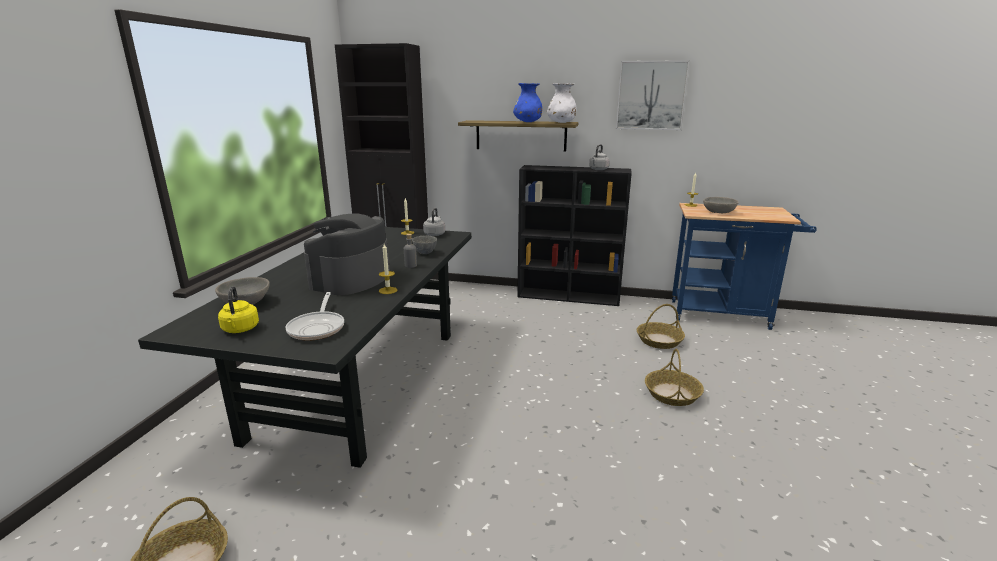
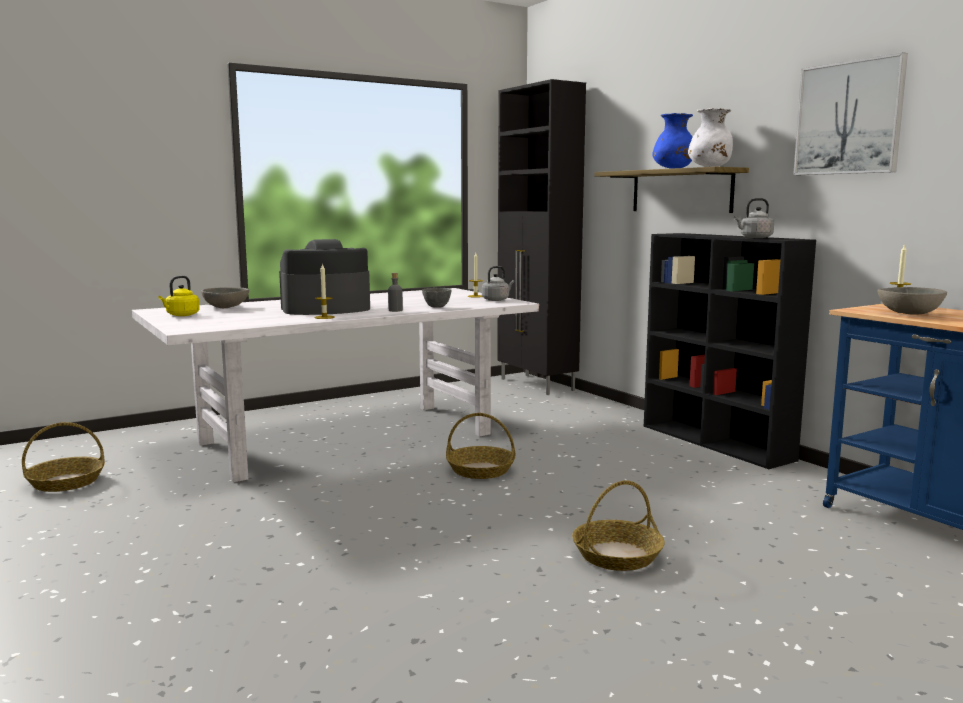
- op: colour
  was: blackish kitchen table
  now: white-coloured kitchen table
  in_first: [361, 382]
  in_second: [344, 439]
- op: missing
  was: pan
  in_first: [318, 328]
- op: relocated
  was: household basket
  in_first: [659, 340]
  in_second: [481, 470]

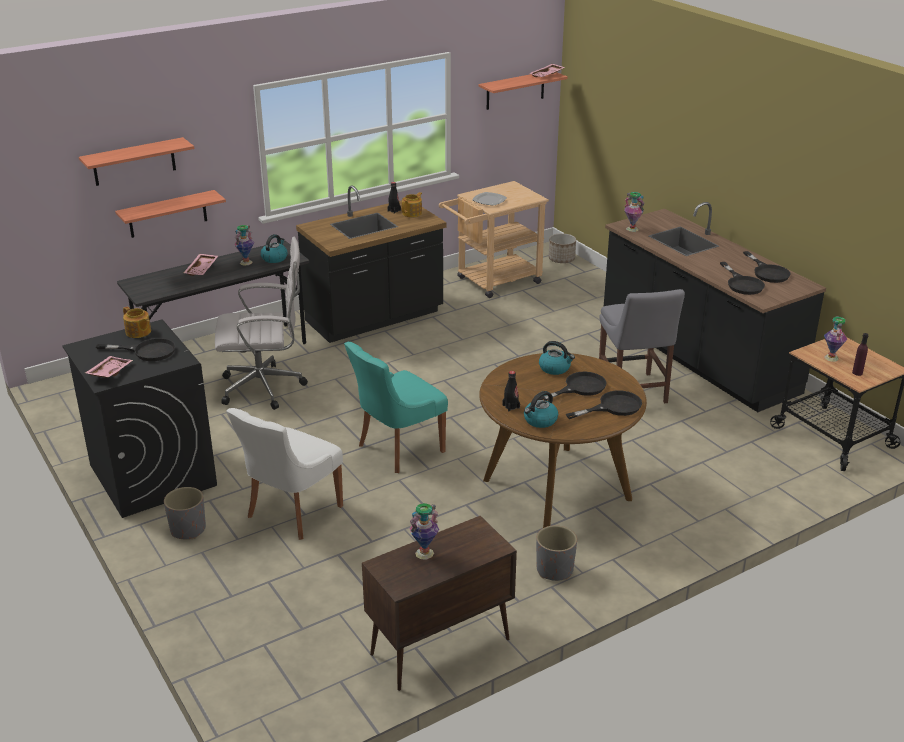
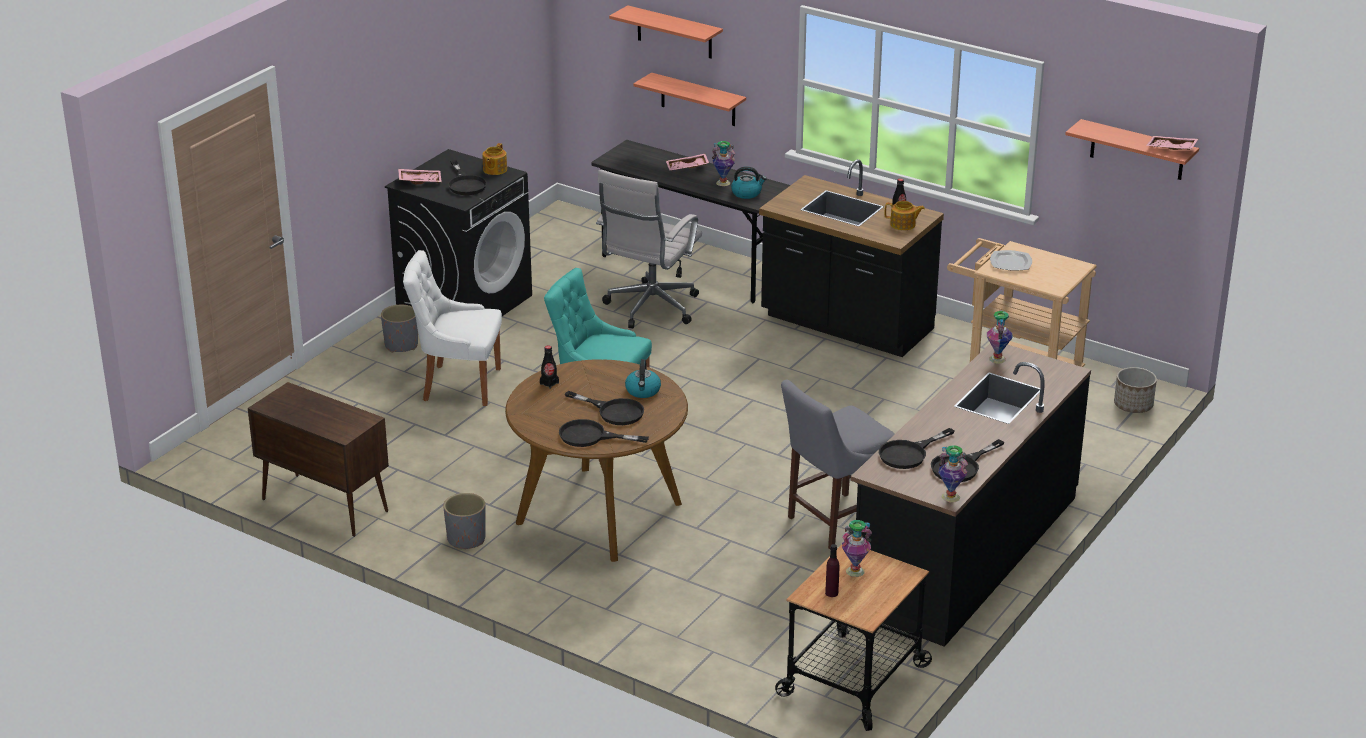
- op: spun
  was: white-coloured desk chair
  in_first: [266, 387]
  in_second: [650, 309]
  clockwise: 60
- op: relocated
  was: vase
  in_first: [424, 553]
  in_second: [950, 497]
- op: missing
  was: water kettle
  in_first: [540, 420]
- op: spun
  was: blackish pan
  in_first: [613, 407]
  in_second: [591, 436]
  clockwise: 150

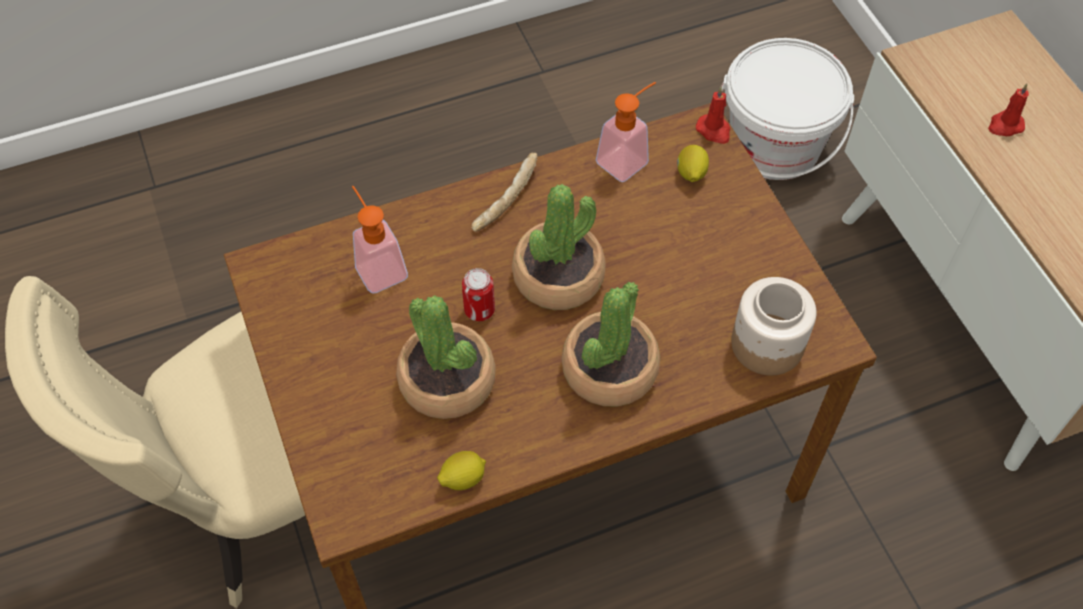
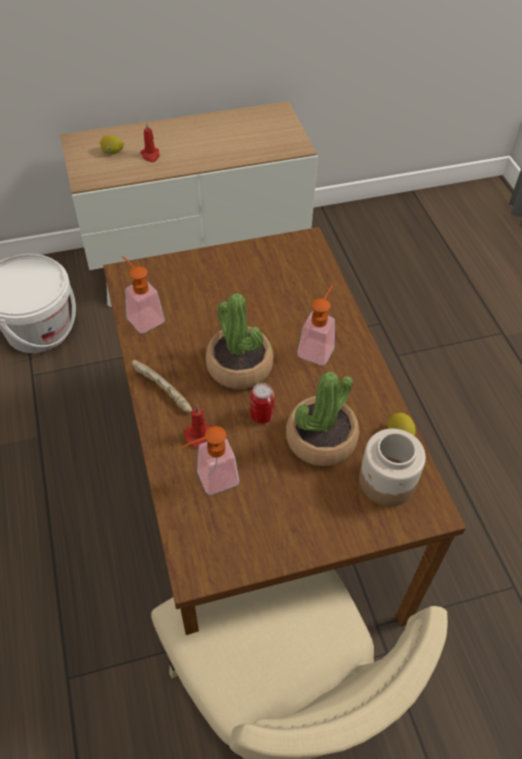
- op: exchanged
  was: plant in a pot
  now: soap bottle
  in_first: [609, 369]
  in_second: [318, 347]
- op: relocated
  was: citrus fruit
  in_first: [691, 174]
  in_second: [112, 152]
- op: relocated
  was: red-coloured candle
  in_first: [714, 130]
  in_second: [200, 434]
- op: relocated
  was: preserve jar
  in_first: [766, 344]
  in_second: [386, 482]

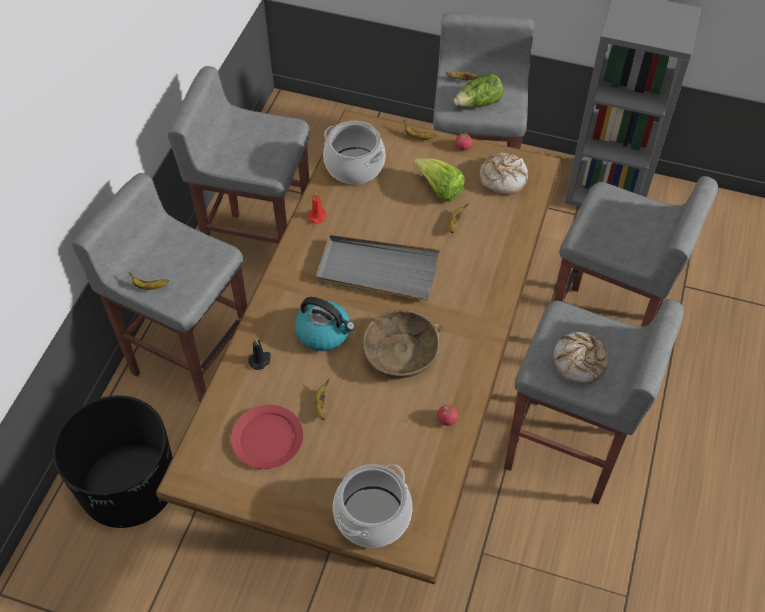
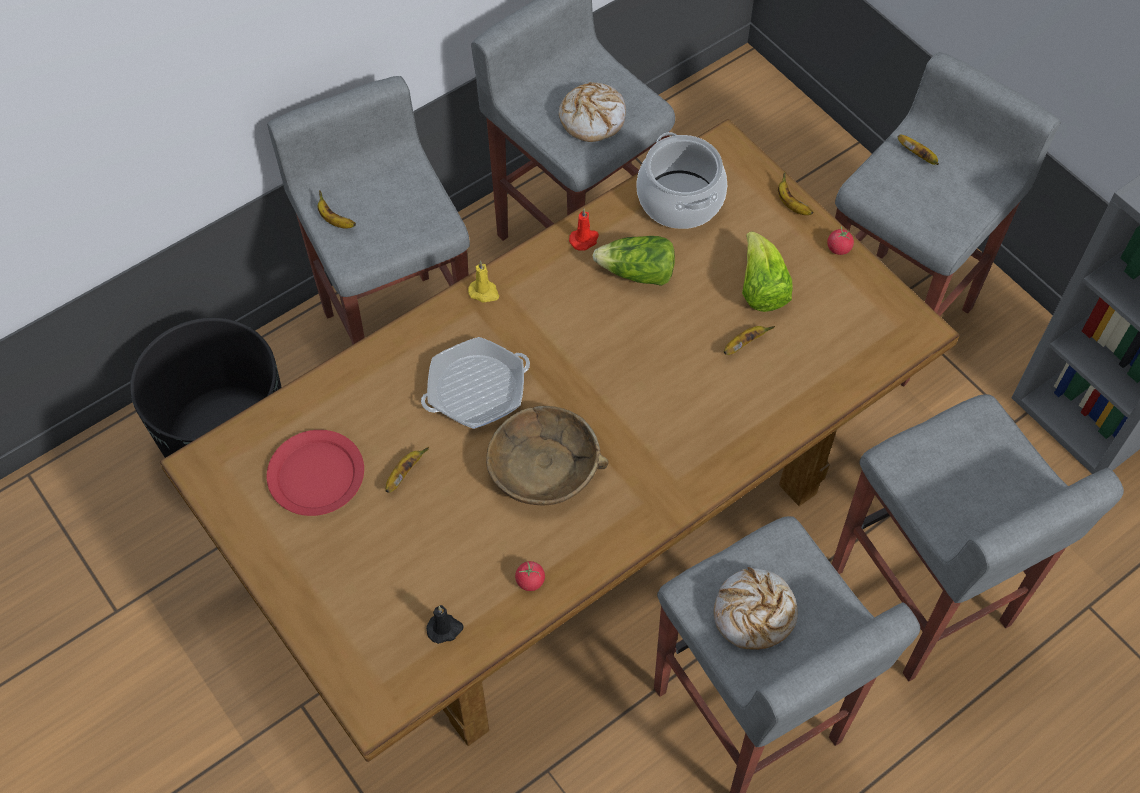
- op: relocated
  was: blackish candle
  in_first: [260, 360]
  in_second: [445, 629]
- op: exchanged
  was: water kettle
  now: pan
  in_first: [324, 333]
  in_second: [476, 389]
- op: missing
  was: grey serving tray
  in_first: [377, 270]
- op: missing
  was: saucepot
  in_first: [373, 516]
- op: relocated
  was: lettuce head
  in_first: [479, 104]
  in_second: [637, 273]
- op: relocated
  was: baked bread
  in_first: [502, 178]
  in_second: [592, 118]
- op: appeared
  now: yellow candle
  in_second: [484, 292]

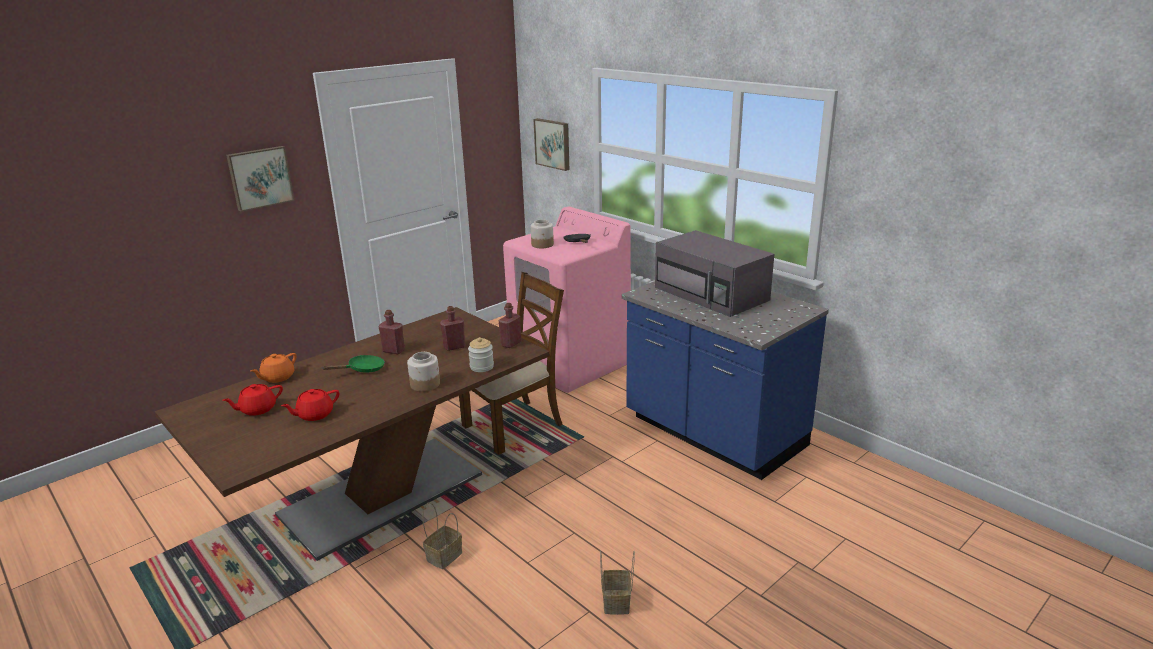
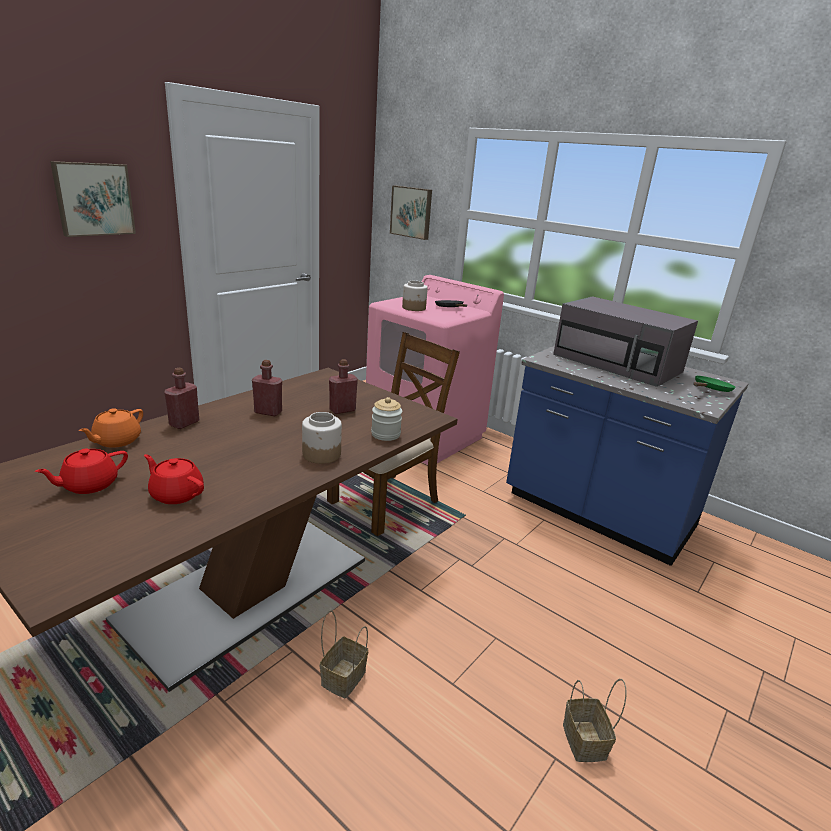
- op: spun
  was: red-coloured tea pot
  in_first: [314, 415]
  in_second: [176, 494]
  clockwise: 75
- op: relocated
  was: greenish pan
  in_first: [363, 369]
  in_second: [710, 389]
- op: relocated
  was: red-coloured bottle
  in_first: [511, 343]
  in_second: [184, 423]

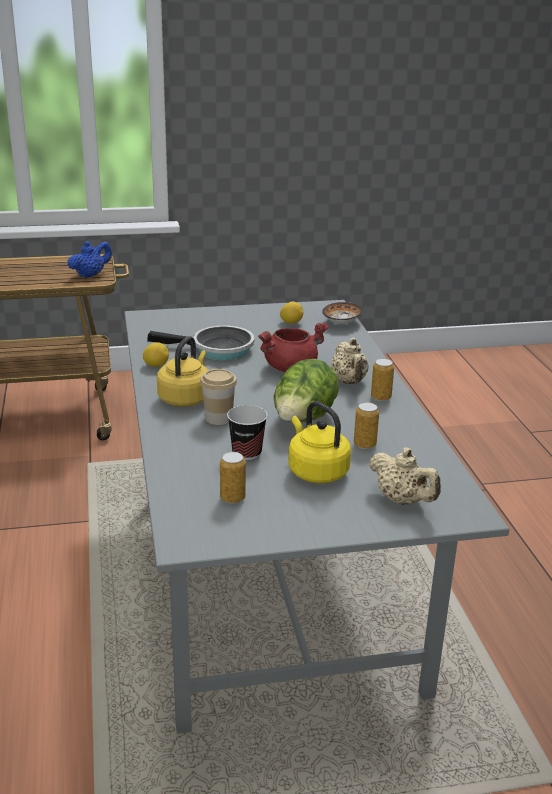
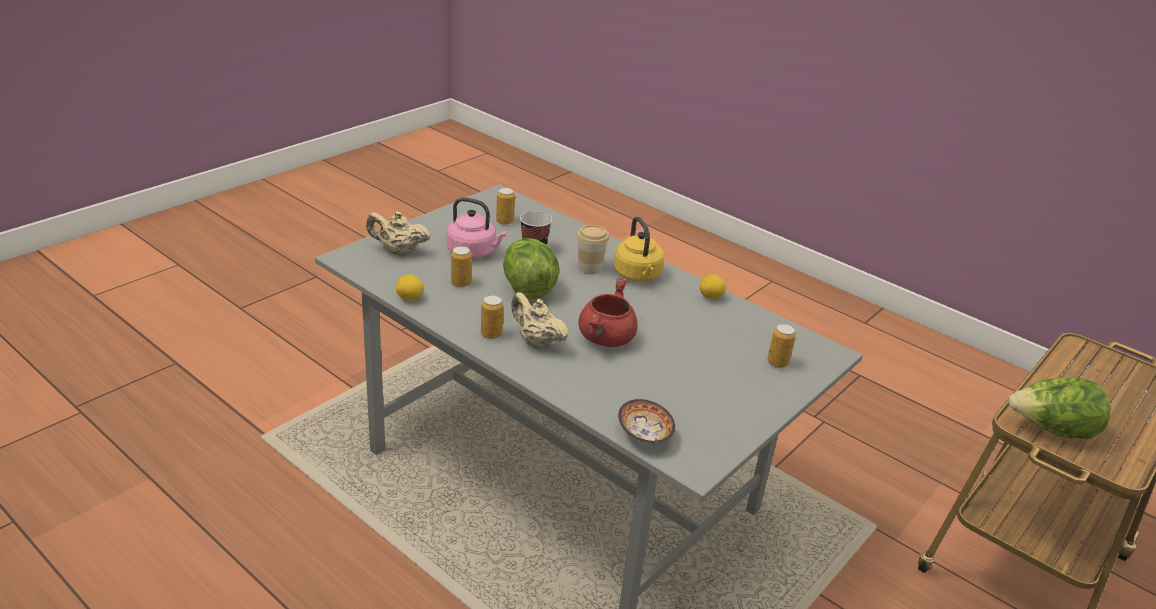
- op: exchanged
  was: blue tea pot
  now: lettuce head
  in_first: [90, 275]
  in_second: [1050, 431]
- op: missing
  was: pan
  in_first: [217, 350]
- op: relocated
  was: citrus fruit
  in_first: [291, 322]
  in_second: [410, 298]
- op: colour
  was: yellow water kettle
  now: pink water kettle
  in_first: [316, 471]
  in_second: [474, 252]
- op: appeared
  now: metal can
  in_second: [777, 363]

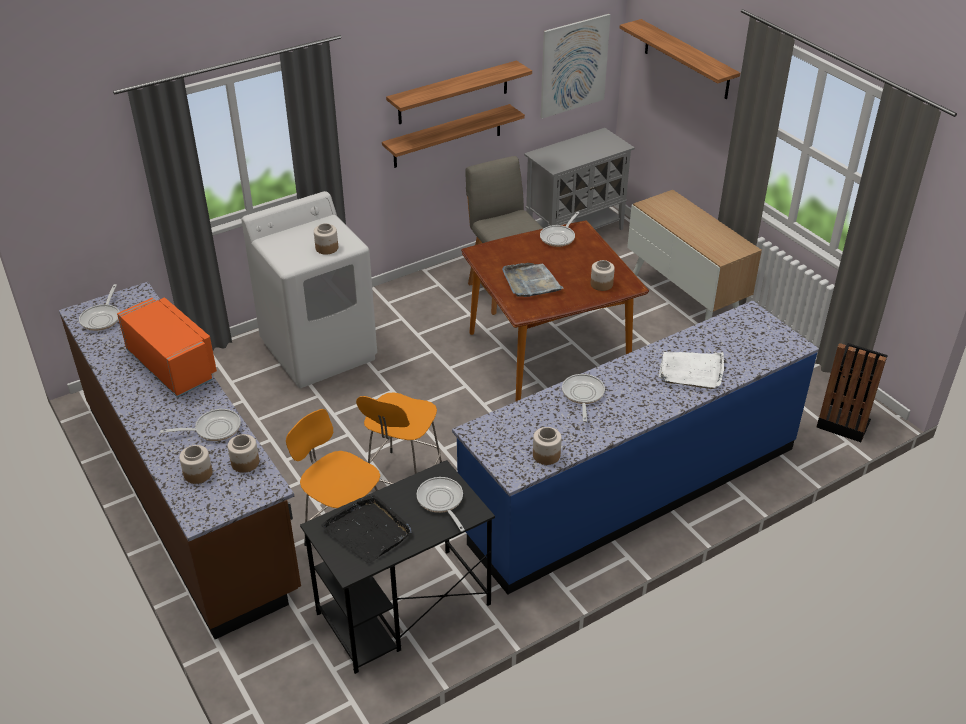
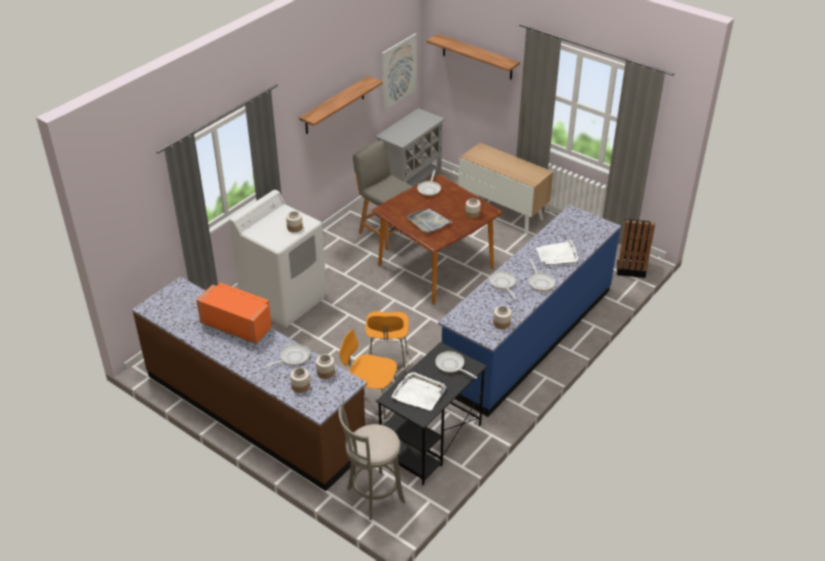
- op: relocated
  was: pan
  in_first: [102, 318]
  in_second: [540, 282]
- op: colour
  was: blackish serving tray
  now: white-coloured serving tray
  in_first: [368, 531]
  in_second: [419, 393]
- op: missing
  was: bracket shelf
  in_first: [447, 136]
- op: appeared
  now: grey stool seat
  in_second: [373, 497]

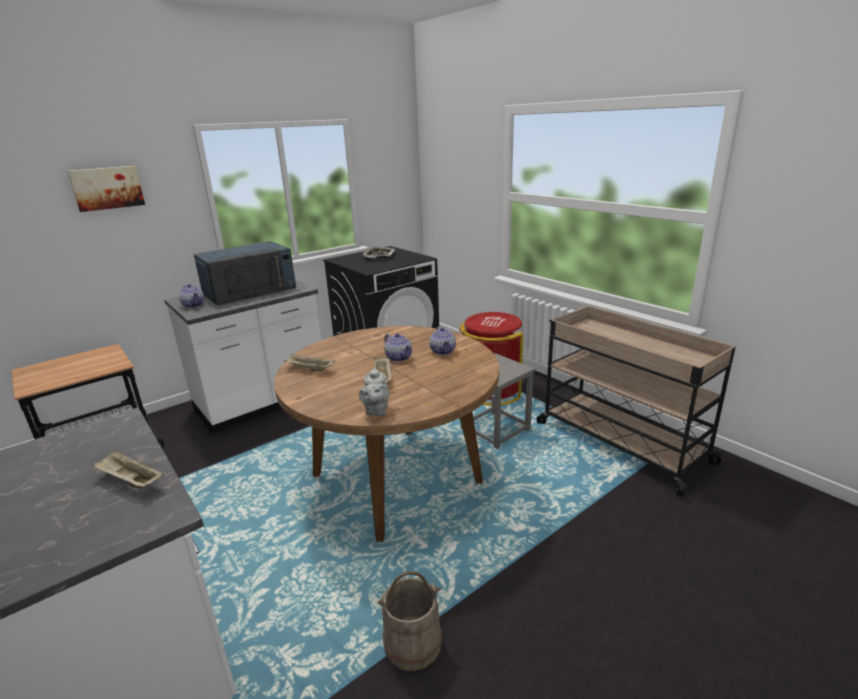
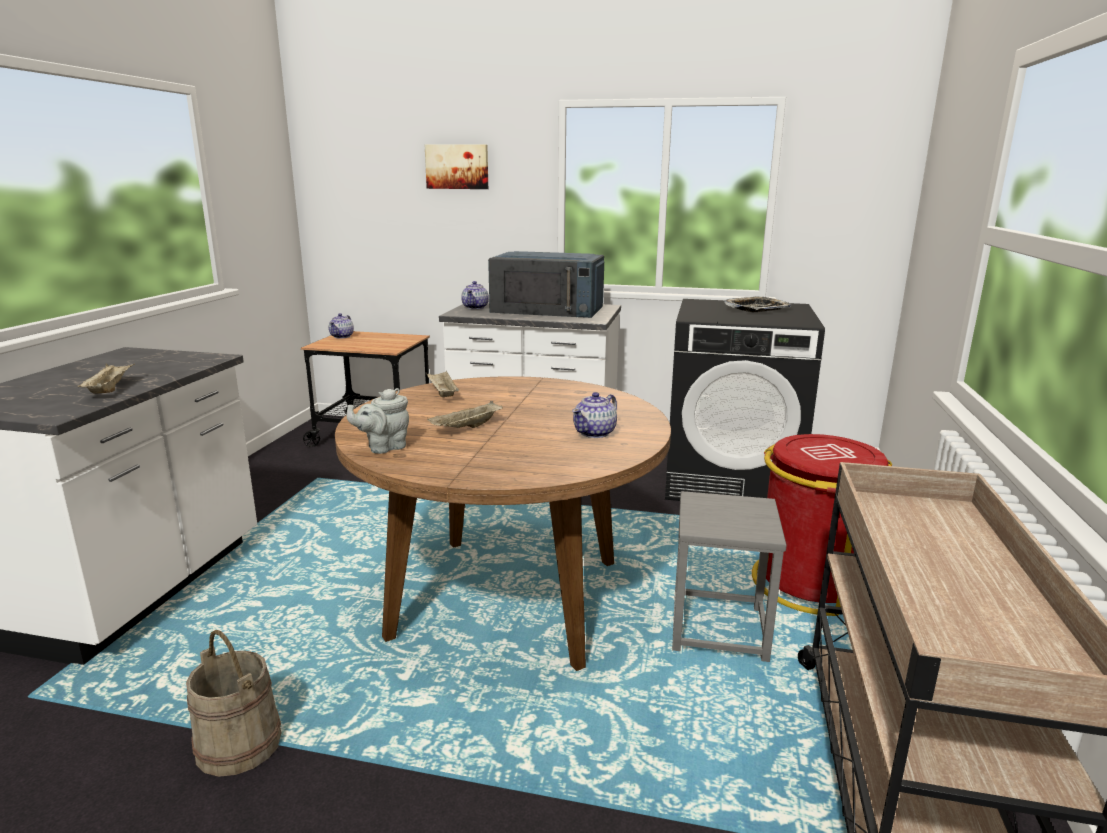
- op: relocated
  was: tea pot
  in_first: [398, 357]
  in_second: [342, 336]

